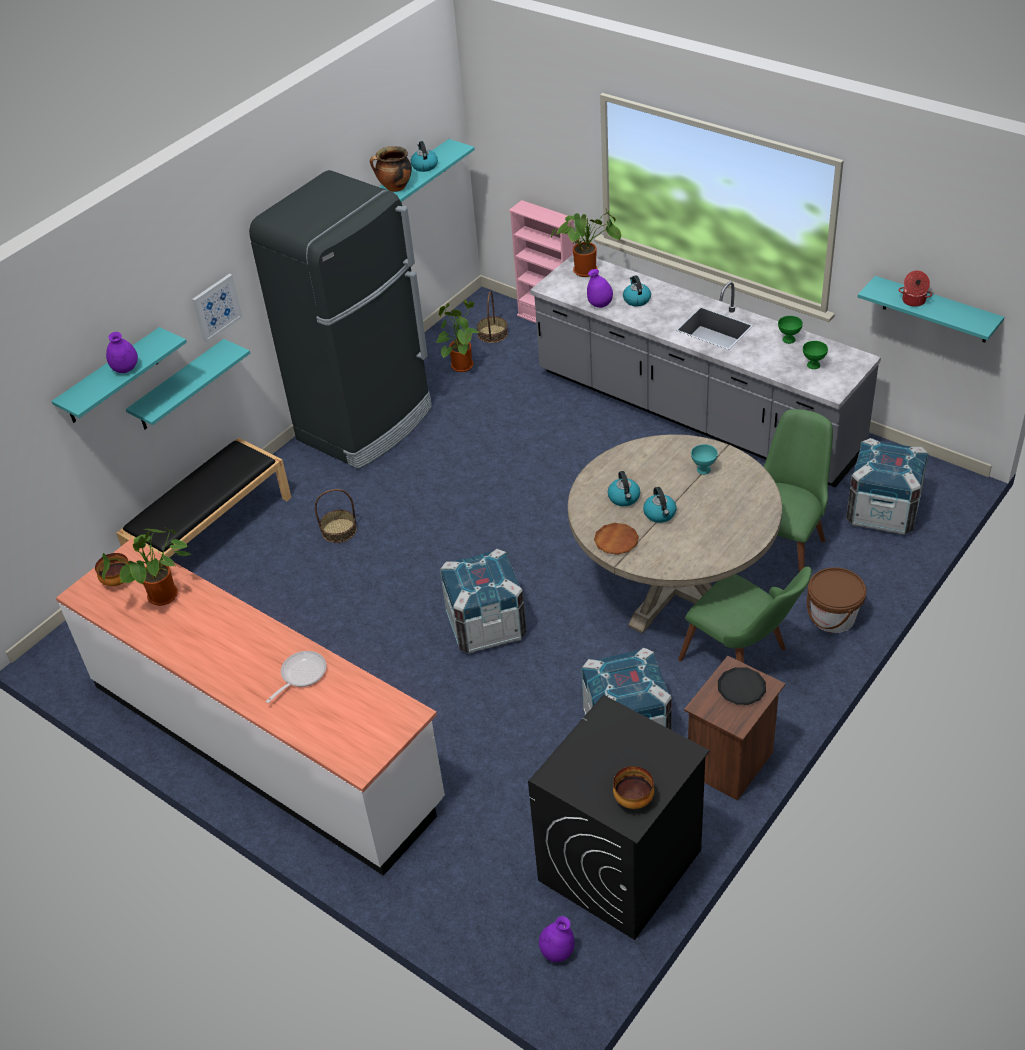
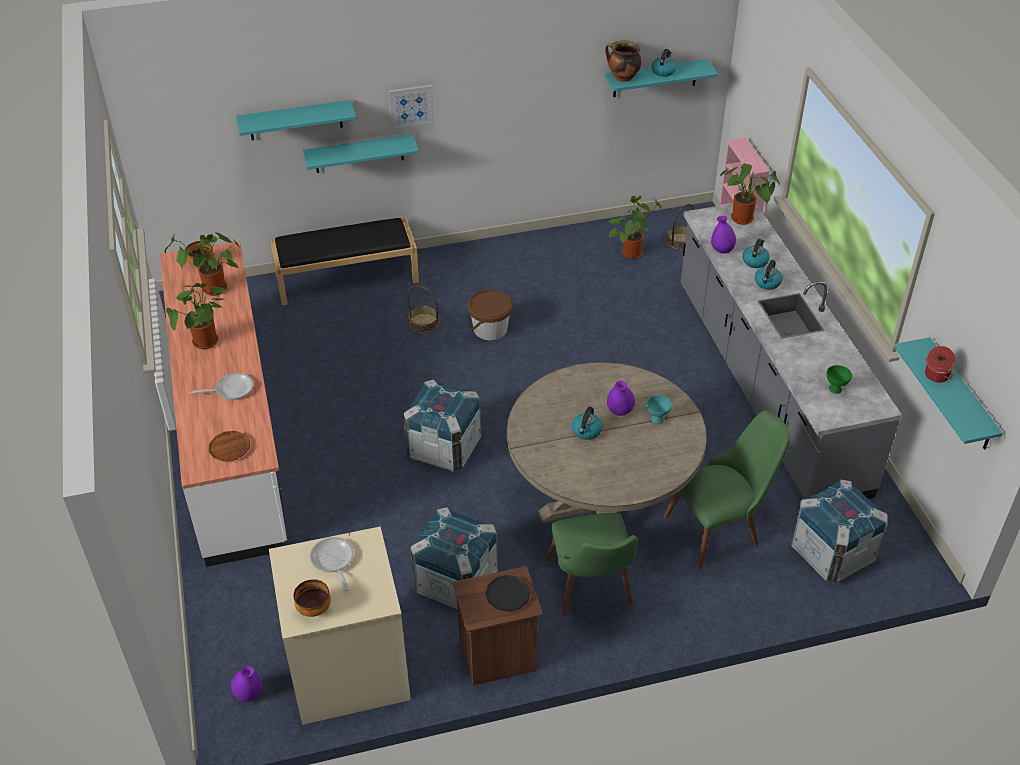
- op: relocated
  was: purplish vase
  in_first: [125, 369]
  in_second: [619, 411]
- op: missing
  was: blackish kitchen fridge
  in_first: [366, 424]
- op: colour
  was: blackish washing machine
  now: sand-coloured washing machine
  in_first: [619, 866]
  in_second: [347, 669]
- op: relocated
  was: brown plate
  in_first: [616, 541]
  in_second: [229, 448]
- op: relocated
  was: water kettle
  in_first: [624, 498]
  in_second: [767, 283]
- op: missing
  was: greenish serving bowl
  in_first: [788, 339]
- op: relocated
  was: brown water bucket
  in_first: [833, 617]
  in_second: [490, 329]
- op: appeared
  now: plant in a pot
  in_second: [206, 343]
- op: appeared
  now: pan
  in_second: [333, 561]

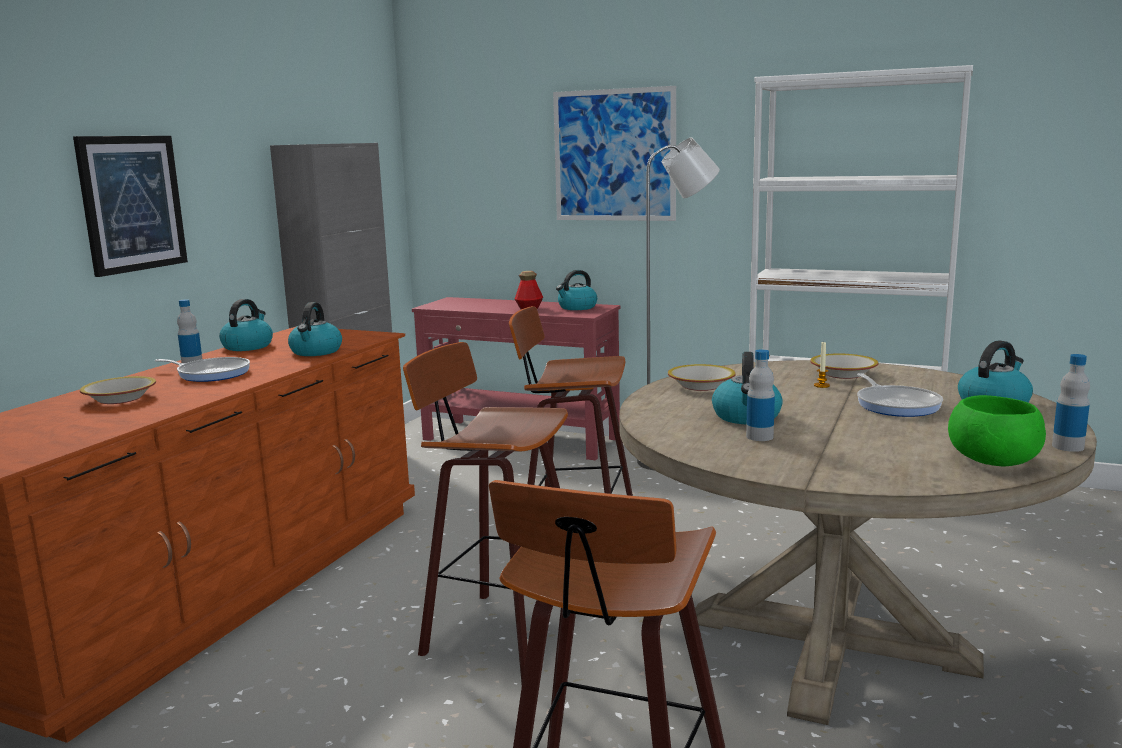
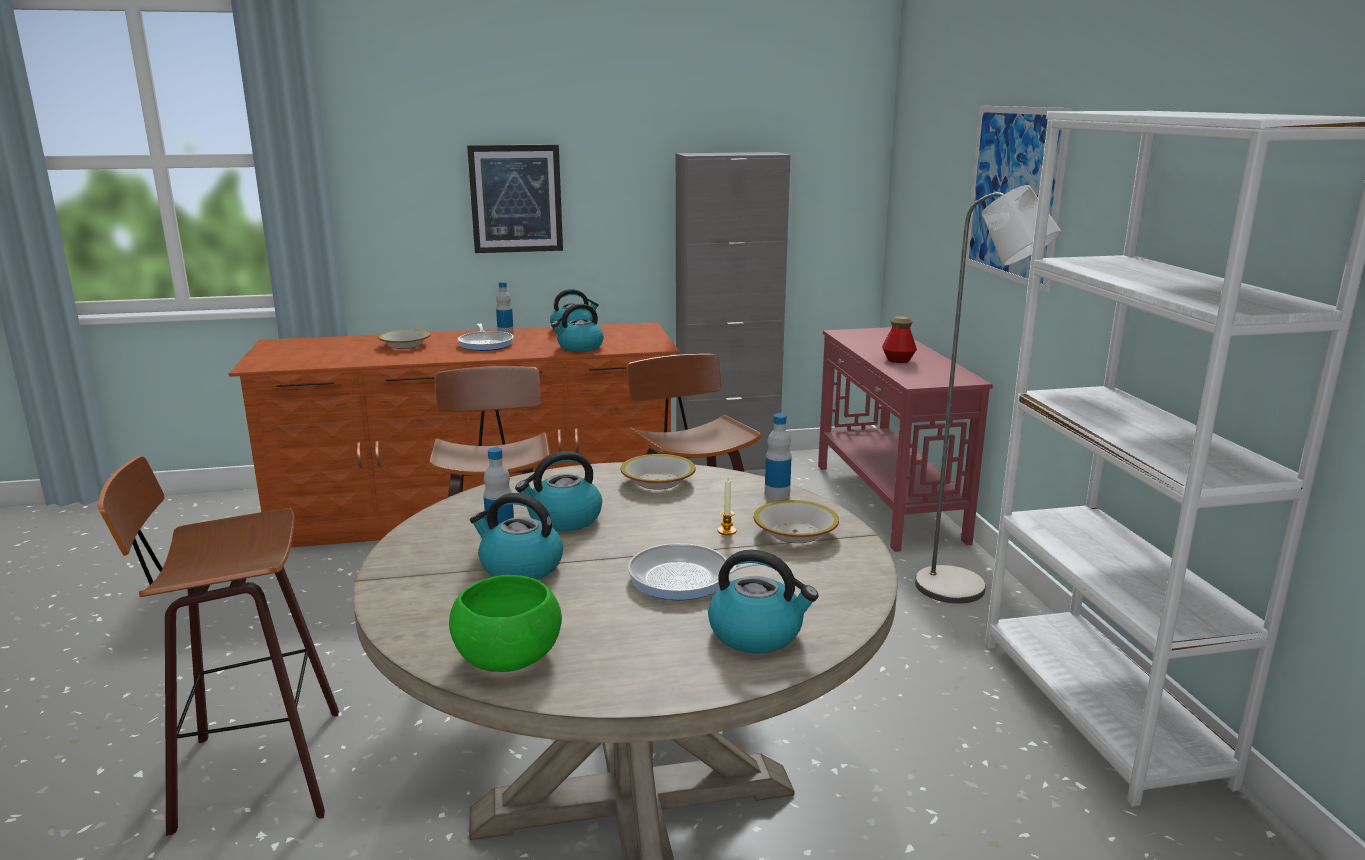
- op: relocated
  was: water kettle
  in_first: [577, 307]
  in_second: [520, 567]
- op: spun
  was: pan
  in_first: [896, 405]
  in_second: [686, 579]
  clockwise: 45
- op: relocated
  was: bottle
  in_first: [1067, 446]
  in_second: [777, 495]

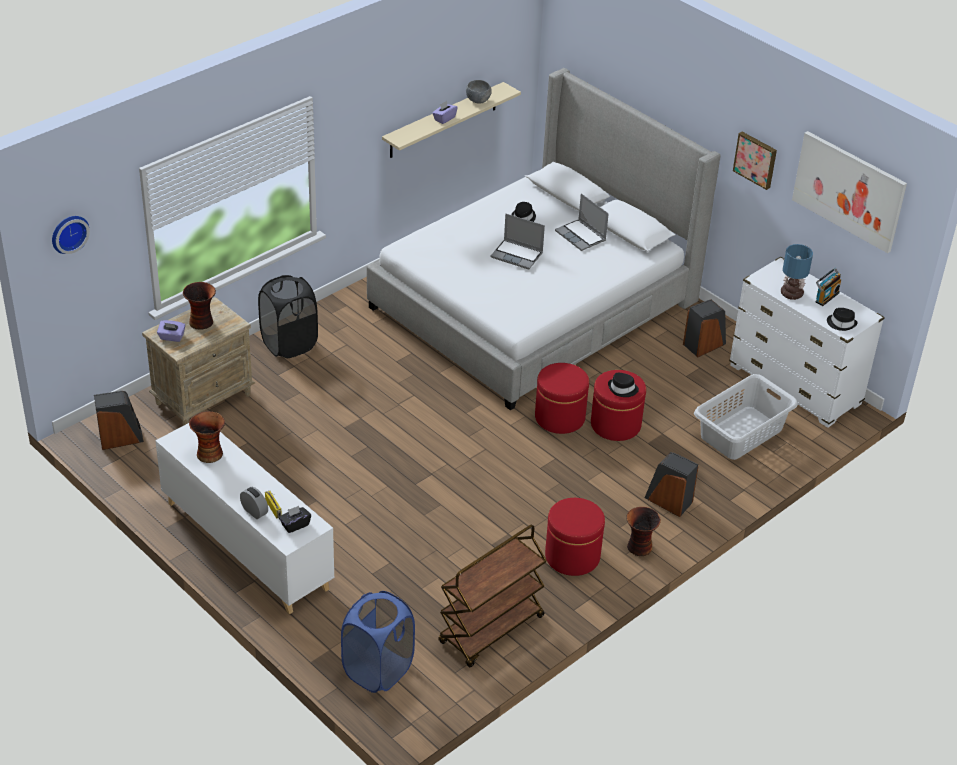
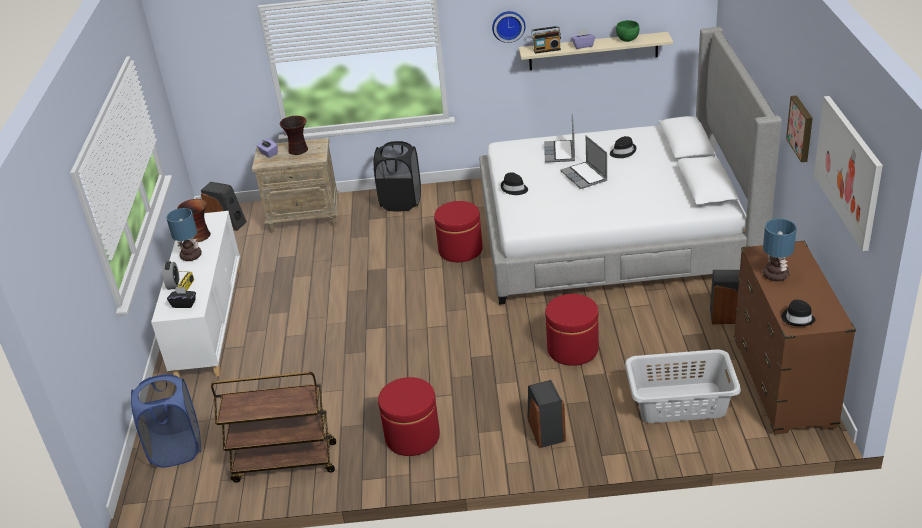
- op: relocated
  was: clock on the wall
  in_first: [68, 233]
  in_second: [508, 25]
- op: colour
  was: grey serving bowl
  now: greenish serving bowl
  in_first: [478, 100]
  in_second: [627, 39]
- op: relocated
  was: red-coloured ottoman
  in_first: [560, 417]
  in_second: [460, 250]
- op: relocated
  was: notebook computer
  in_first: [581, 236]
  in_second: [560, 153]
- op: relocated
  was: blackish clothing hat
  in_first: [622, 389]
  in_second: [514, 189]
- op: missing
  was: vase
  in_first: [639, 548]
- op: colour
  was: white-coloured chest of drawers
  now: brown chest of drawers
  in_first: [795, 385]
  in_second: [783, 383]
- op: relocated
  was: radio
  in_first: [826, 297]
  in_second: [546, 49]
- op: appeared
  now: table lamp
  in_second: [190, 256]

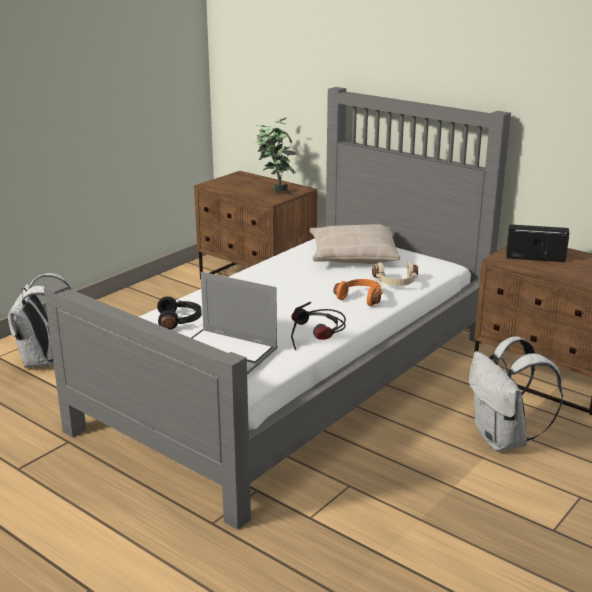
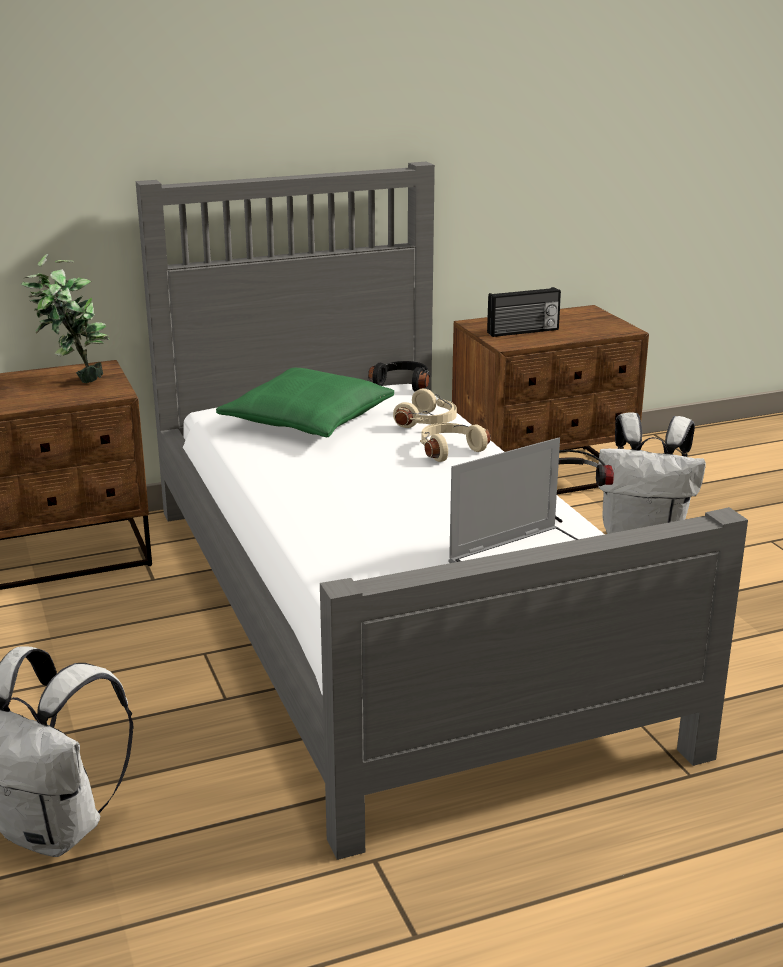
- op: relocated
  was: blackish headphones
  in_first: [179, 321]
  in_second: [403, 384]
- op: colour
  was: sand-coloured pillow
  now: greenish pillow
  in_first: [352, 255]
  in_second: [307, 420]
- op: colour
  was: orangey headphones
  now: sand-coloured headphones
  in_first: [361, 298]
  in_second: [448, 450]
- op: spun
  was: radio
  in_first: [535, 257]
  in_second: [523, 331]
  clockwise: -150

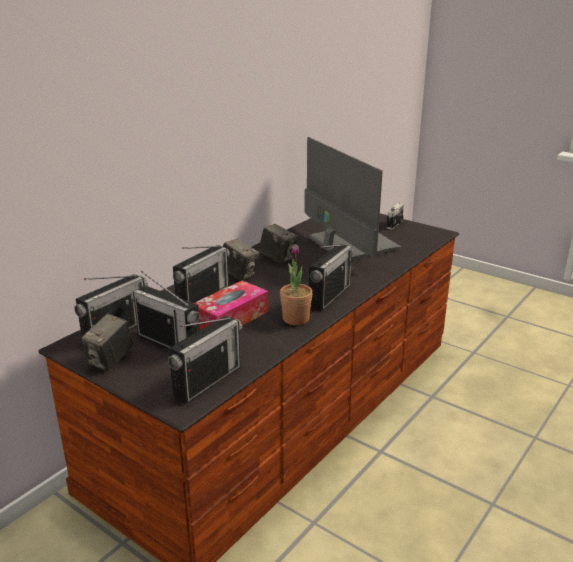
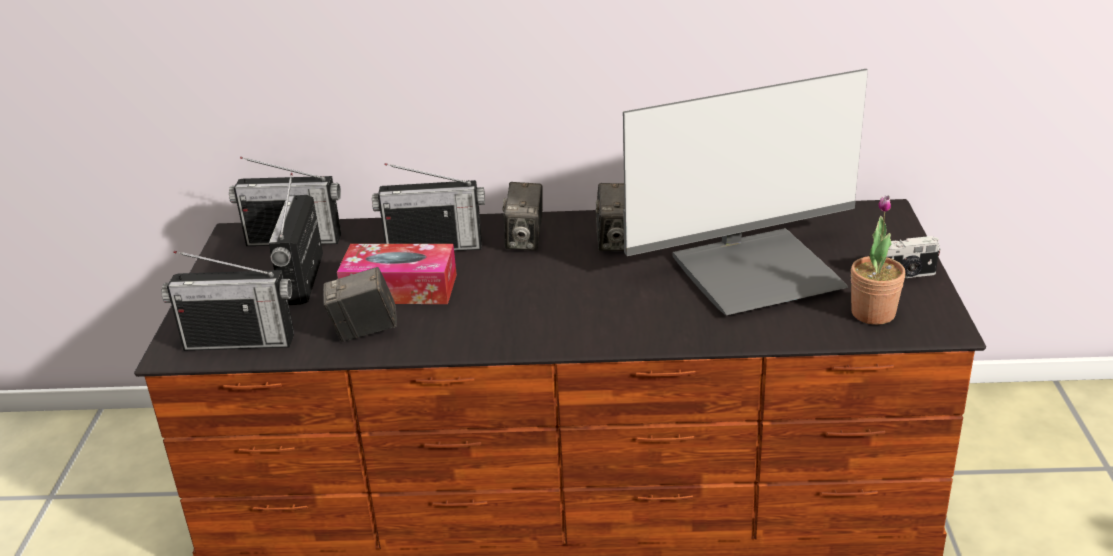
- op: relocated
  was: still camera
  in_first: [110, 361]
  in_second: [364, 331]
- op: relocated
  was: plant in a pot
  in_first: [296, 319]
  in_second: [873, 313]
- op: spun
  was: computer display
  in_first: [351, 244]
  in_second: [755, 272]
  clockwise: 45
- op: missing
  was: radio
  in_first: [329, 295]

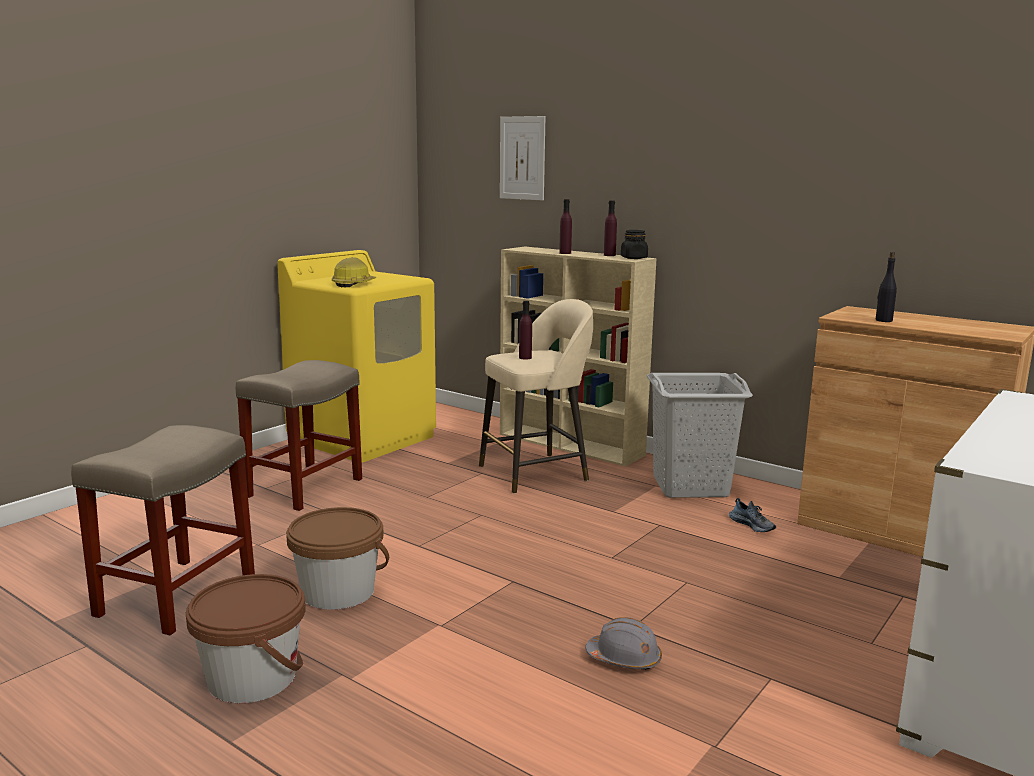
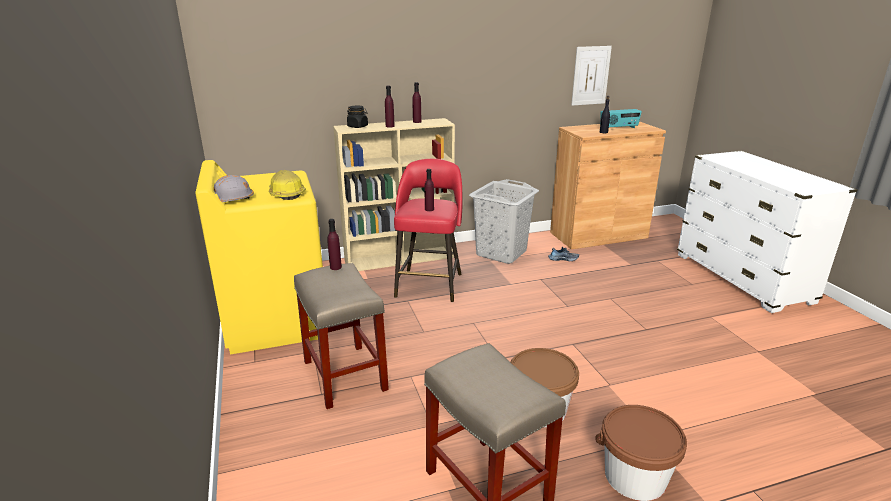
- op: colour
  was: sand-coloured stool seat
  now: red-coloured stool seat
  in_first: [536, 472]
  in_second: [429, 284]
- op: relocated
  was: picture
  in_first: [522, 158]
  in_second: [590, 75]
- op: relocated
  was: grey work helmet
  in_first: [624, 659]
  in_second: [232, 200]
- op: relocated
  was: blackish preserve jar
  in_first: [634, 258]
  in_second: [358, 126]
- op: appeared
  now: purplish bottle
  in_second: [335, 267]
- op: appeared
  now: radio
  in_second: [619, 128]

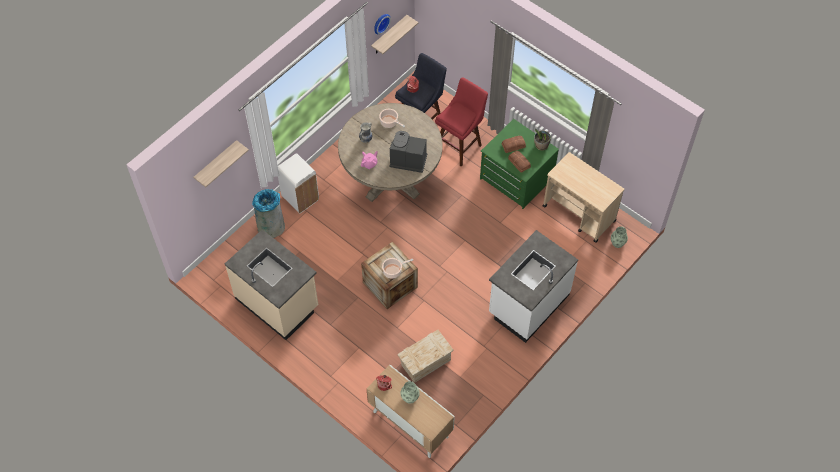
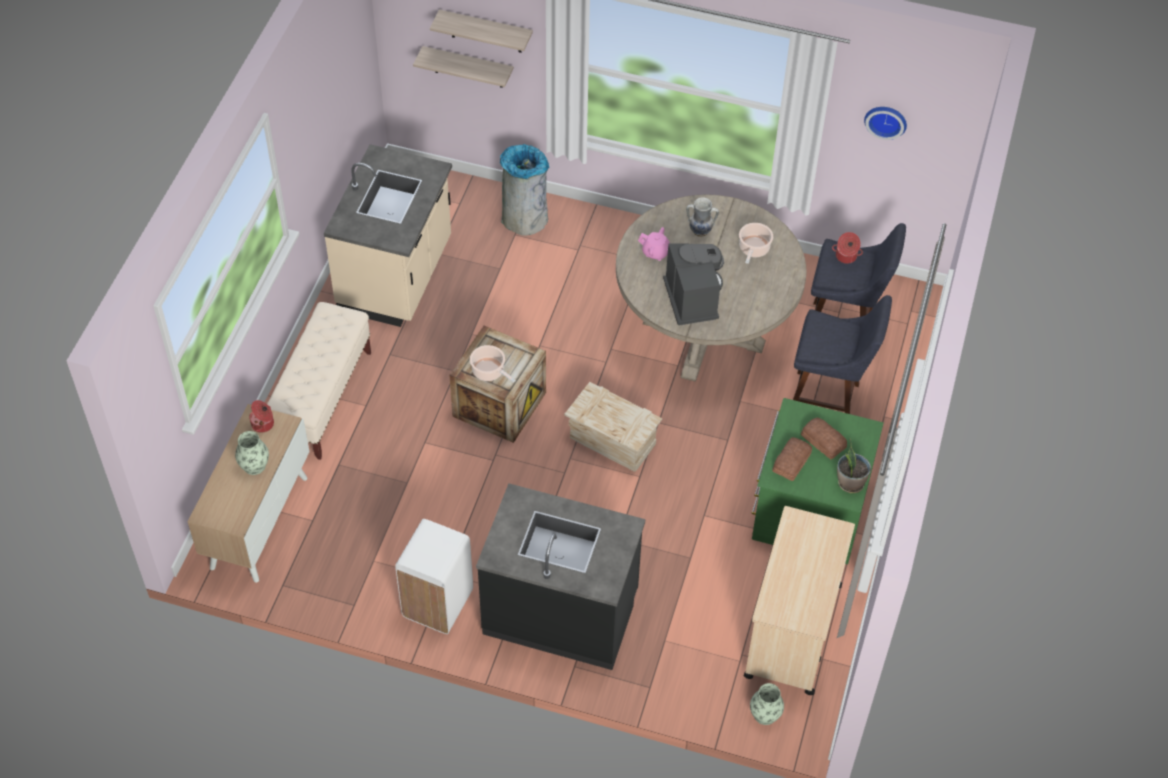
- op: relocated
  was: white-coloured waste bin
  in_first: [300, 198]
  in_second: [437, 603]
- op: relocated
  was: bracket shelf
  in_first: [389, 35]
  in_second: [468, 67]
- op: relocated
  was: crate
  in_first: [425, 362]
  in_second: [611, 440]
- op: colour
  was: red-coloured stool seat
  now: blue stool seat
  in_first: [460, 145]
  in_second: [828, 403]
- op: colour
  was: white-coloured counter
  now: blackish counter
  in_first: [528, 304]
  in_second: [561, 612]
- op: appeared
  now: sand-coloured bench
  in_second: [322, 399]

